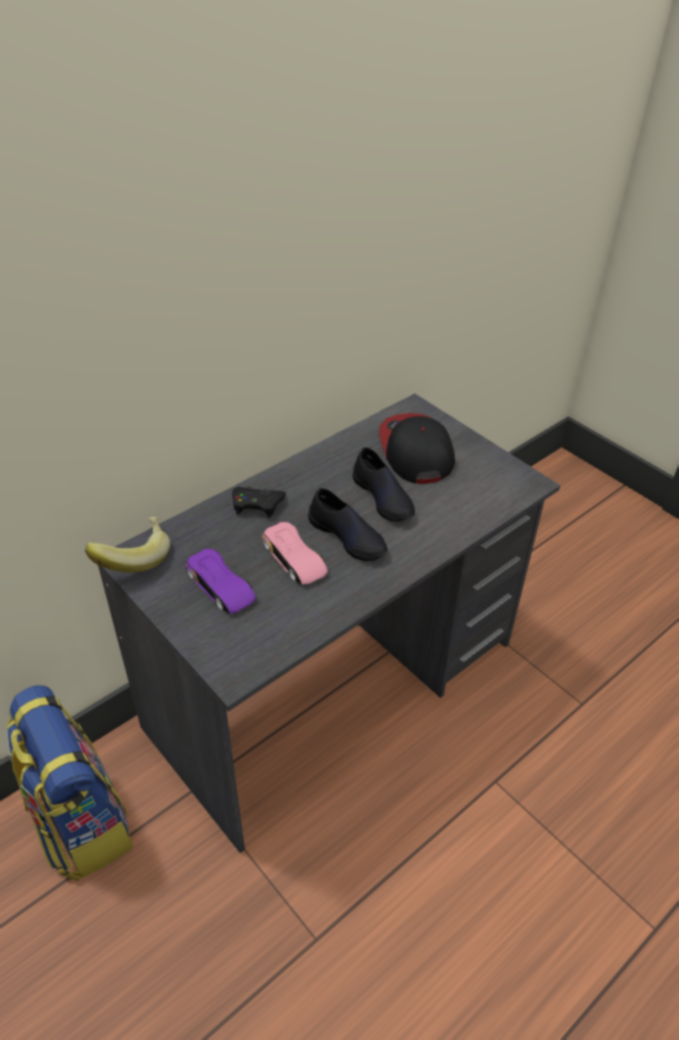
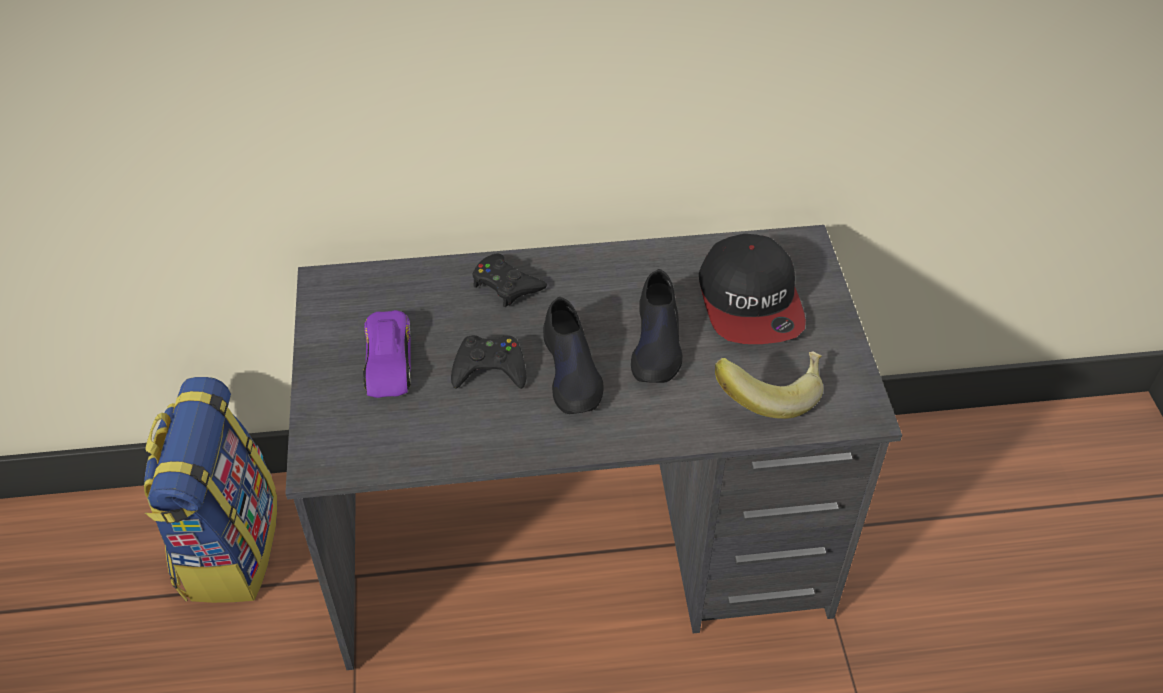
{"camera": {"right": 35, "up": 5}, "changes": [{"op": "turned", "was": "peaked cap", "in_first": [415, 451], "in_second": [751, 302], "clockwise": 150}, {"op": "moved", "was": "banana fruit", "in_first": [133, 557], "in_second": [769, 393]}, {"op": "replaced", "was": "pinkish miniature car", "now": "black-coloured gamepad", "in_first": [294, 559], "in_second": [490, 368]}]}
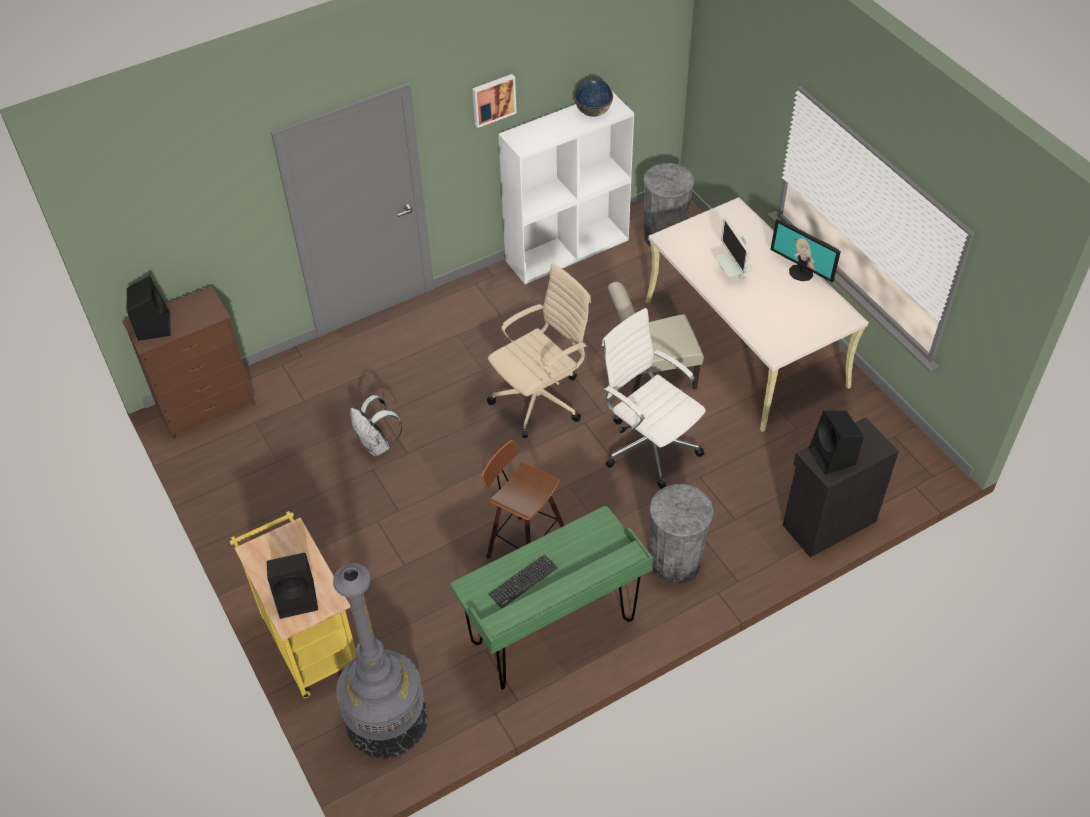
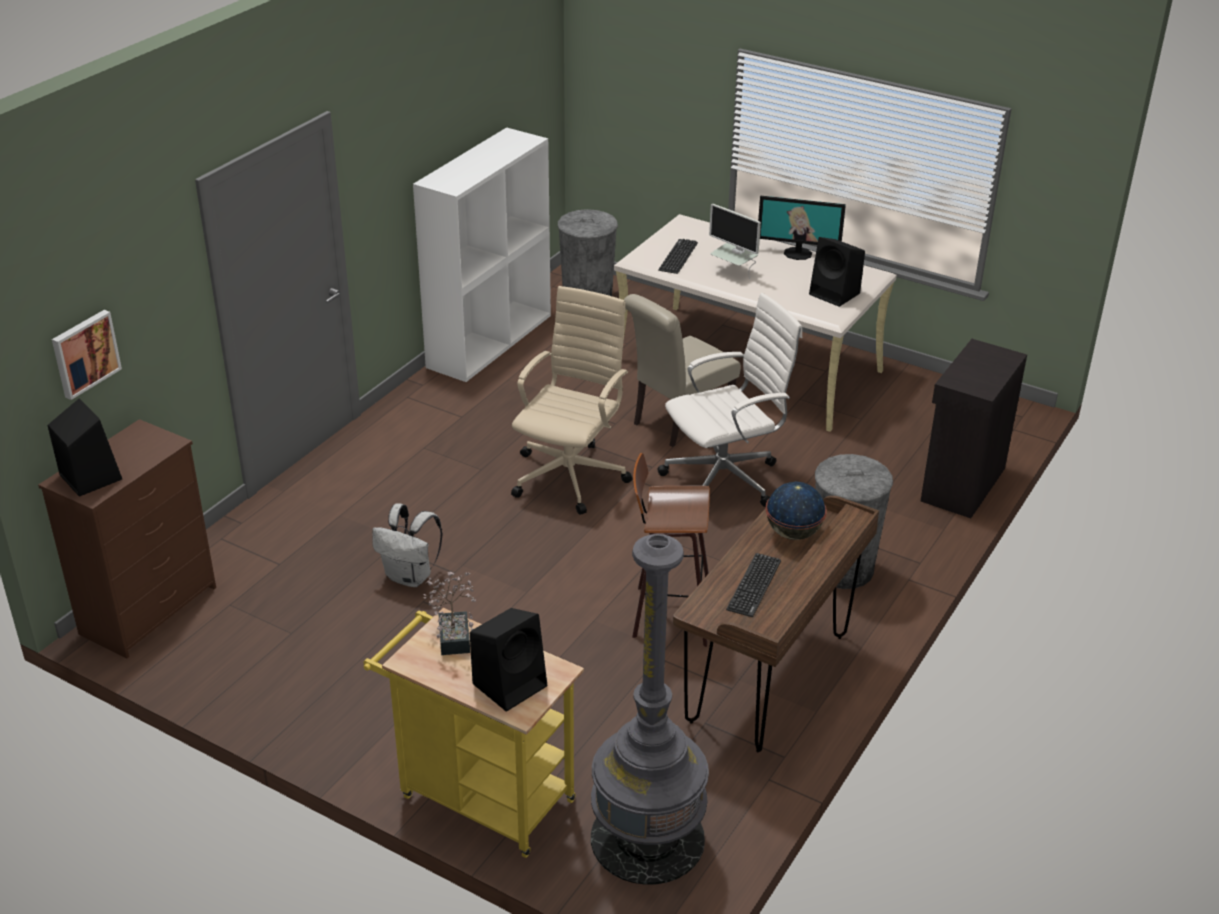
{"camera": {"right": -30, "up": -15}, "changes": [{"op": "moved", "was": "wall art", "in_first": [493, 99], "in_second": [84, 353]}, {"op": "moved", "was": "world globe", "in_first": [593, 112], "in_second": [793, 533]}, {"op": "turned", "was": "white-coloured office chair", "in_first": [649, 445], "in_second": [725, 479], "clockwise": 135}, {"op": "moved", "was": "black-coloured audio speaker", "in_first": [833, 457], "in_second": [835, 294]}, {"op": "recoloured", "was": "green desk", "now": "brownish desk", "in_first": [553, 633], "in_second": [769, 679]}, {"op": "added", "now": "keyboard", "in_second": [678, 257]}, {"op": "added", "now": "potted plant", "in_second": [455, 635]}]}
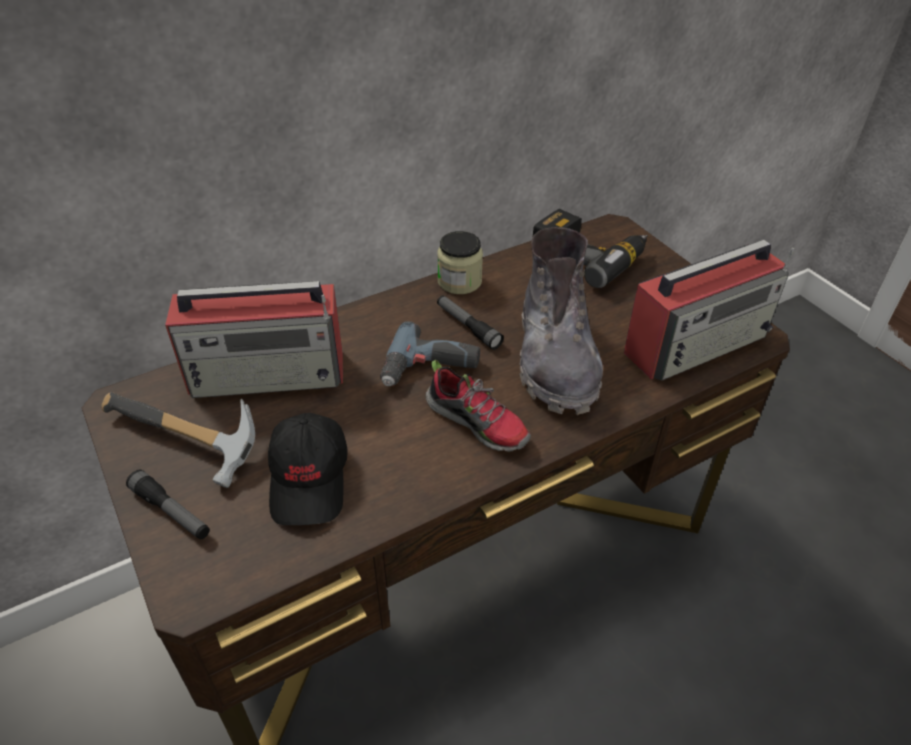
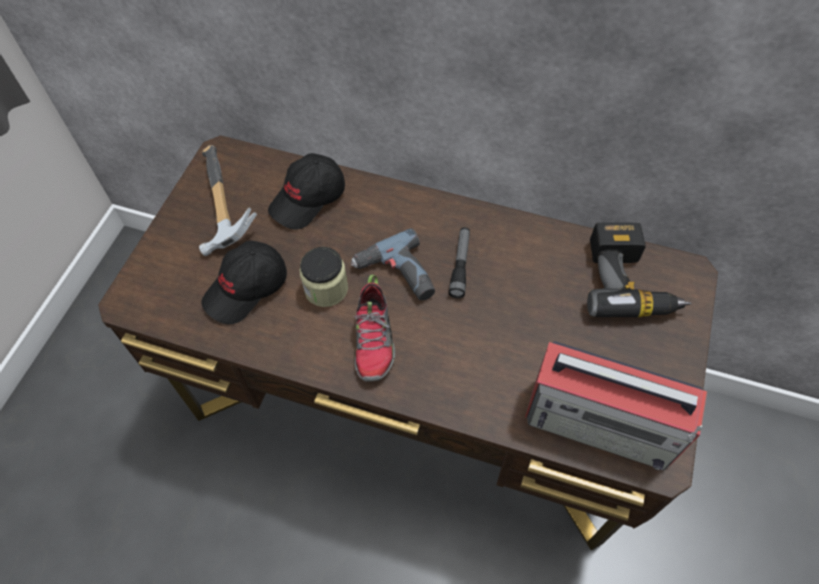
{"camera": {"right": 50, "up": 15}, "changes": [{"op": "removed", "was": "greyish high-top boot", "in_first": [555, 359]}, {"op": "moved", "was": "preserve jar", "in_first": [459, 281], "in_second": [326, 289]}, {"op": "replaced", "was": "radio set", "now": "black-coloured peaked cap", "in_first": [270, 374], "in_second": [308, 199]}, {"op": "removed", "was": "torch", "in_first": [171, 512]}]}
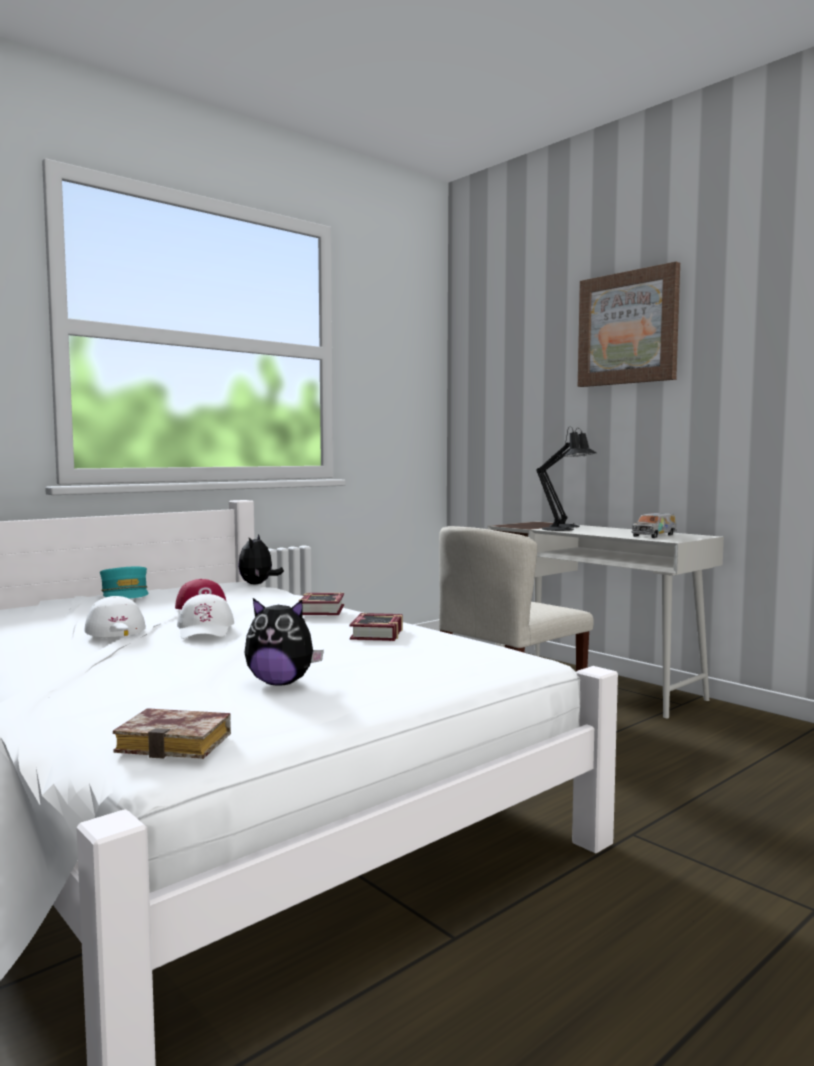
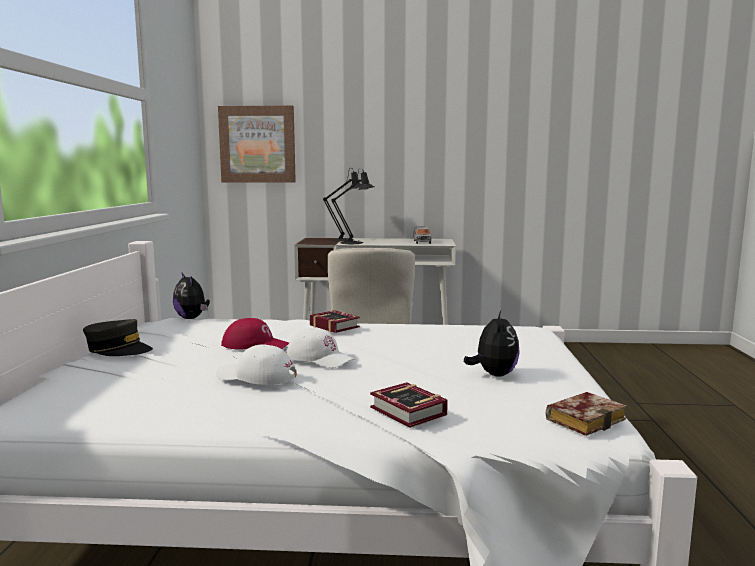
{"camera": {"right": -45, "up": 5}, "changes": [{"op": "moved", "was": "wall art", "in_first": [628, 328], "in_second": [257, 144]}, {"op": "recoloured", "was": "turquoise peaked cap", "now": "greyish peaked cap", "in_first": [125, 594], "in_second": [118, 349]}, {"op": "turned", "was": "cuddly toy", "in_first": [281, 683], "in_second": [494, 374], "clockwise": -45}, {"op": "moved", "was": "book", "in_first": [374, 634], "in_second": [408, 413]}]}
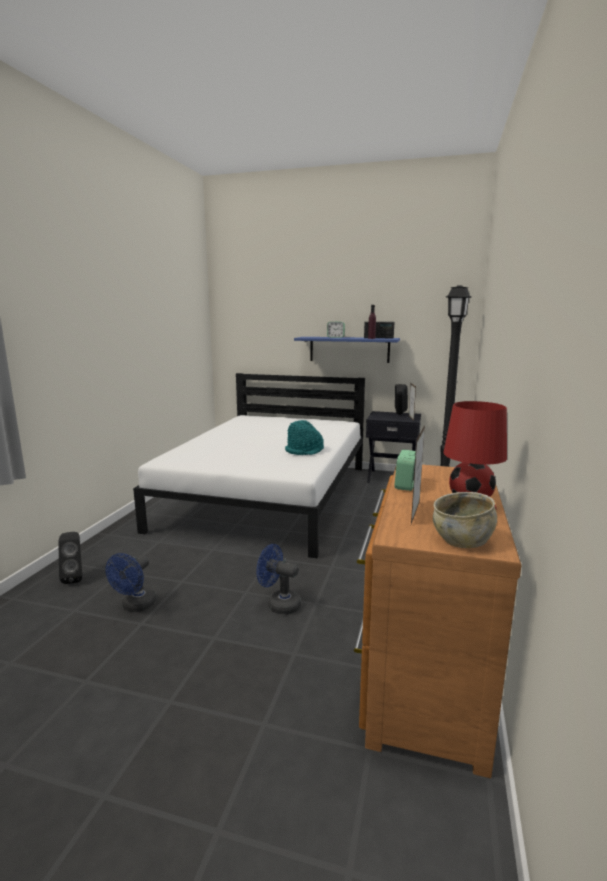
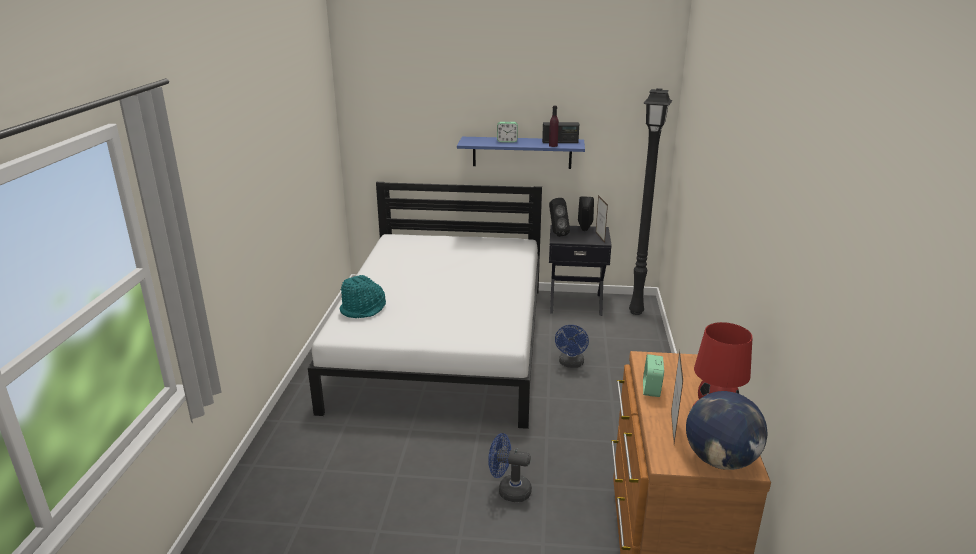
{"camera": {"right": -10, "up": 10}, "changes": [{"op": "moved", "was": "turquoise hat", "in_first": [304, 451], "in_second": [363, 309]}, {"op": "replaced", "was": "beige-coloured serving bowl", "now": "world globe", "in_first": [462, 540], "in_second": [720, 460]}, {"op": "moved", "was": "black-coloured audio speaker", "in_first": [75, 577], "in_second": [556, 234]}, {"op": "moved", "was": "blue-coloured fan", "in_first": [135, 606], "in_second": [571, 364]}]}
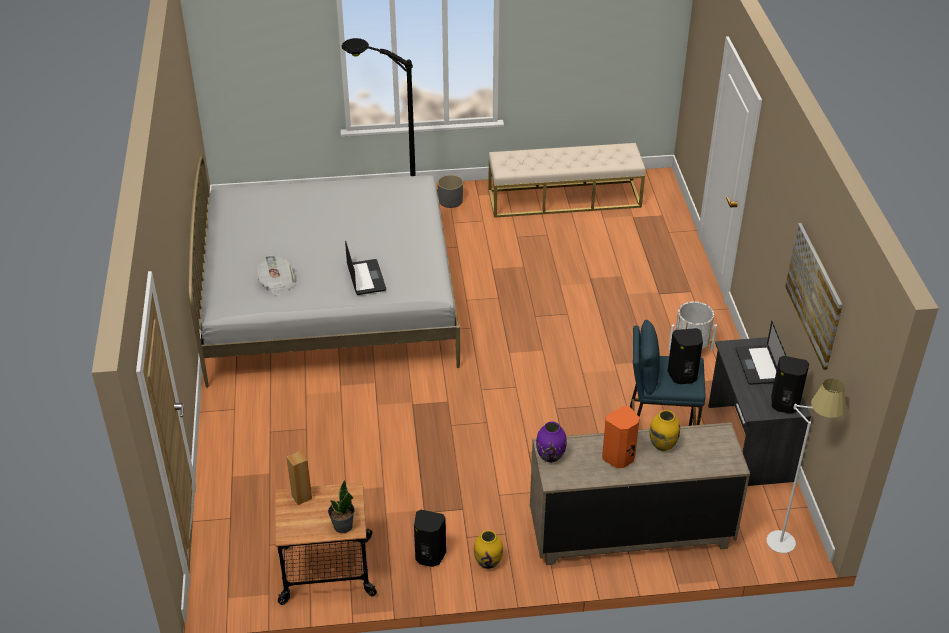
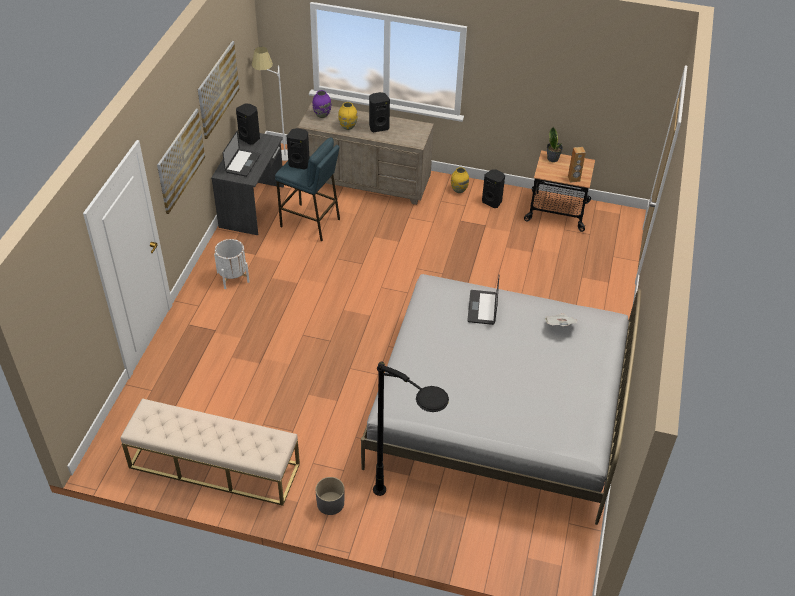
{"camera": {"right": -160, "up": 5}, "changes": [{"op": "recoloured", "was": "orange-coloured audio speaker", "now": "black-coloured audio speaker", "in_first": [619, 458], "in_second": [378, 127]}, {"op": "moved", "was": "purple decorative vase", "in_first": [550, 456], "in_second": [322, 115]}, {"op": "added", "now": "wall art", "in_second": [181, 160]}]}
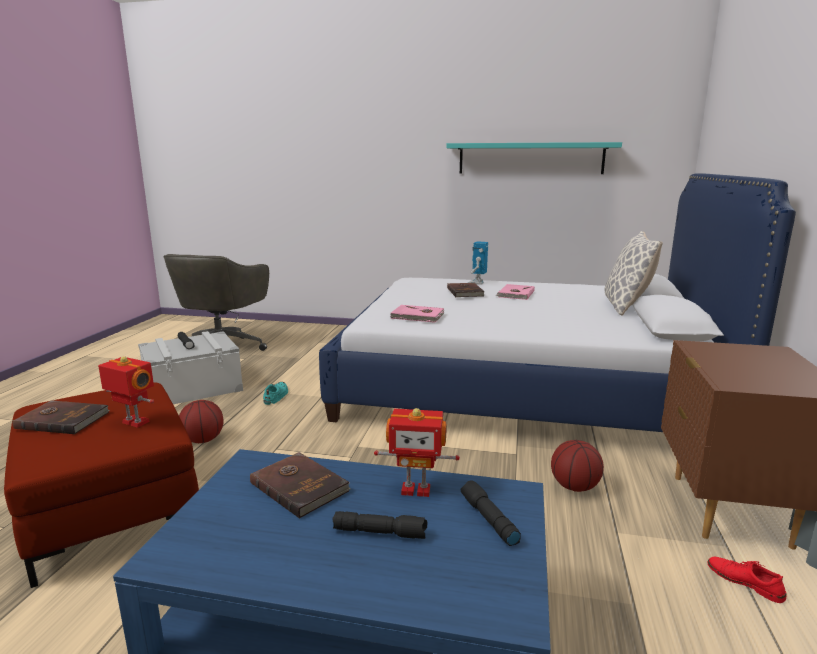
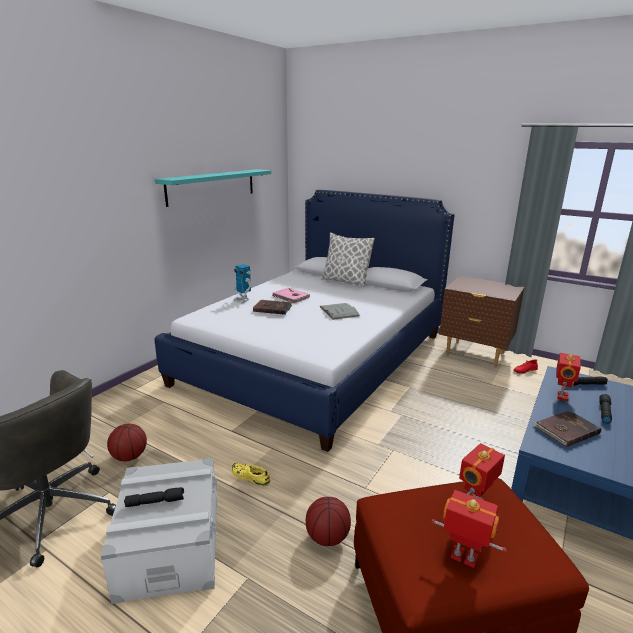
{"camera": {"right": -70, "up": 5}, "changes": [{"op": "removed", "was": "pinkish book", "in_first": [417, 316]}, {"op": "recoloured", "was": "turquoise low shoe", "now": "yellow low shoe", "in_first": [276, 396], "in_second": [250, 476]}, {"op": "replaced", "was": "brownish book", "now": "robot figure", "in_first": [63, 420], "in_second": [463, 558]}, {"op": "moved", "was": "ball for basketball", "in_first": [574, 486], "in_second": [129, 456]}, {"op": "added", "now": "greyish book", "in_second": [339, 311]}]}
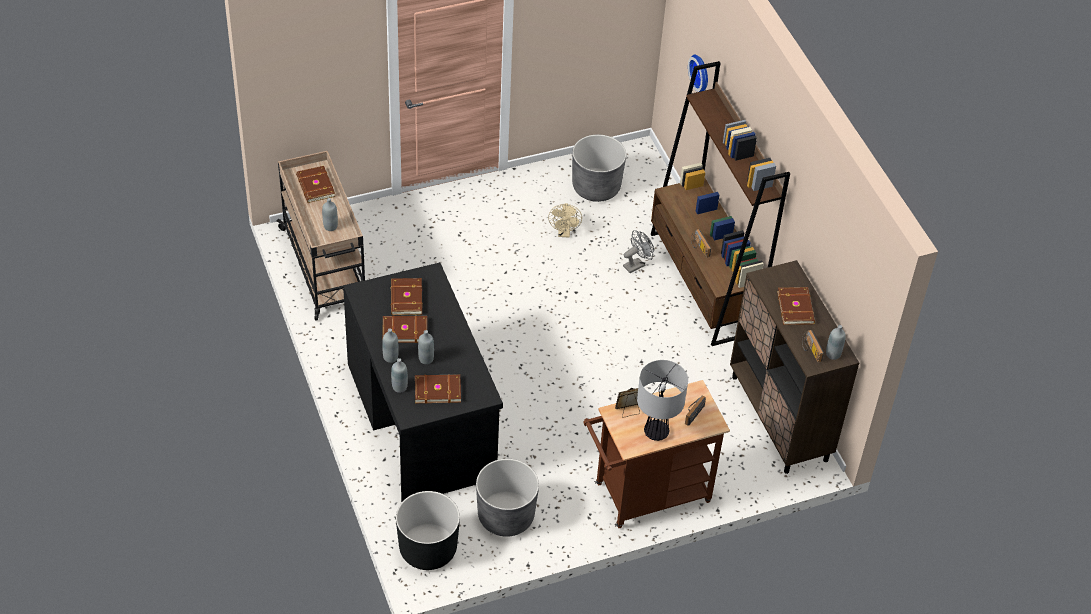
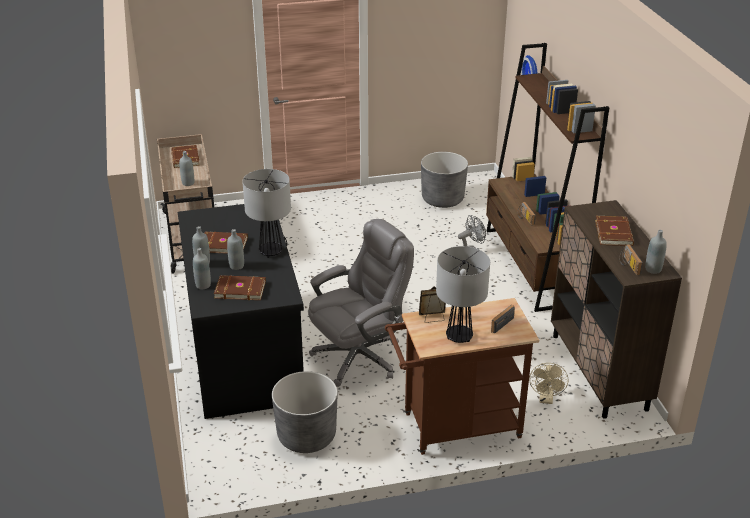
{"camera": {"right": 10, "up": -15}, "changes": [{"op": "moved", "was": "beige-coloured fan", "in_first": [564, 233], "in_second": [546, 399]}, {"op": "removed", "was": "brownish book", "in_first": [405, 298]}, {"op": "removed", "was": "black-coloured plant pot", "in_first": [428, 549]}, {"op": "added", "now": "table lamp", "in_second": [271, 252]}, {"op": "added", "now": "greyish office chair", "in_second": [359, 357]}]}
